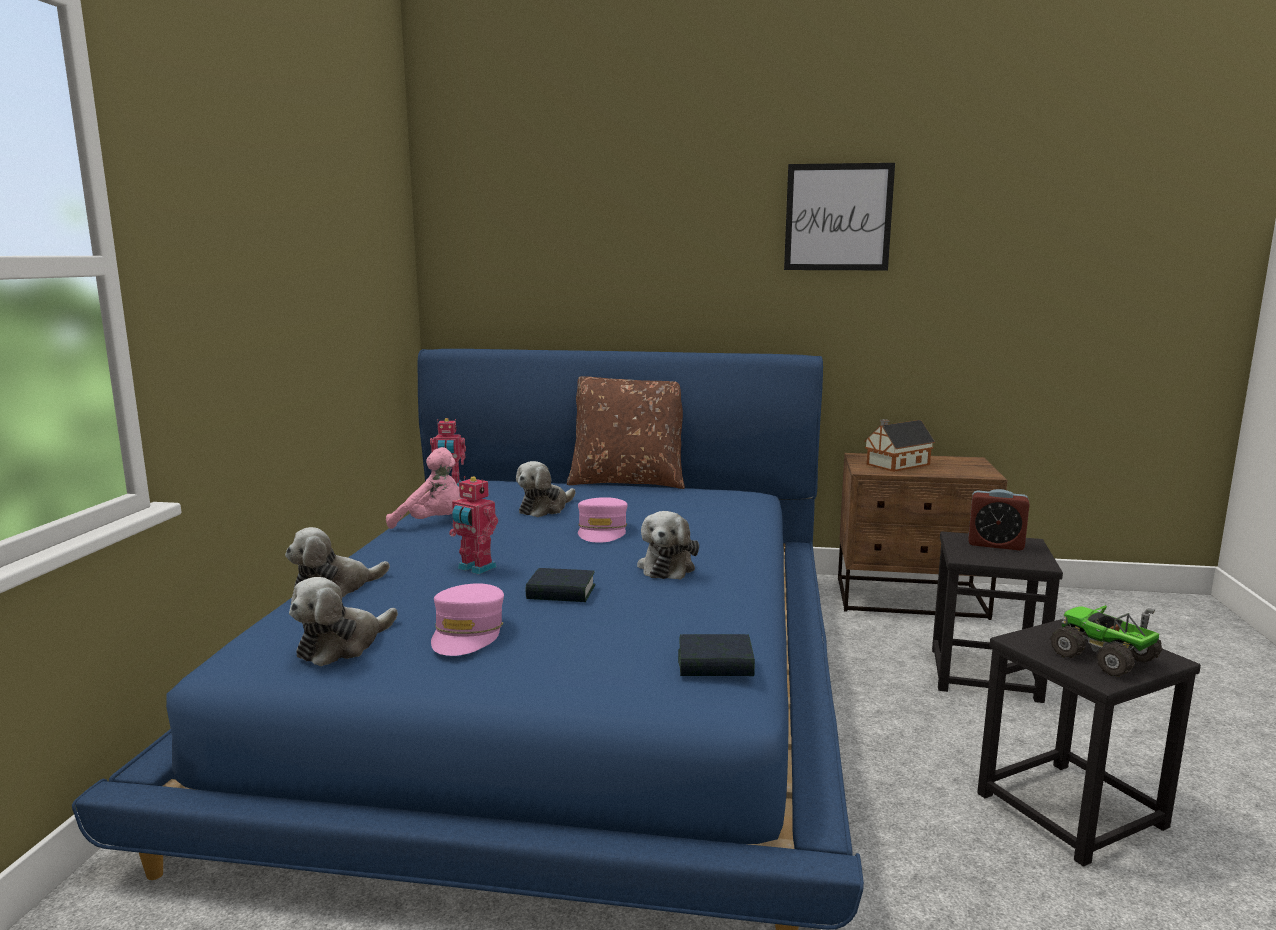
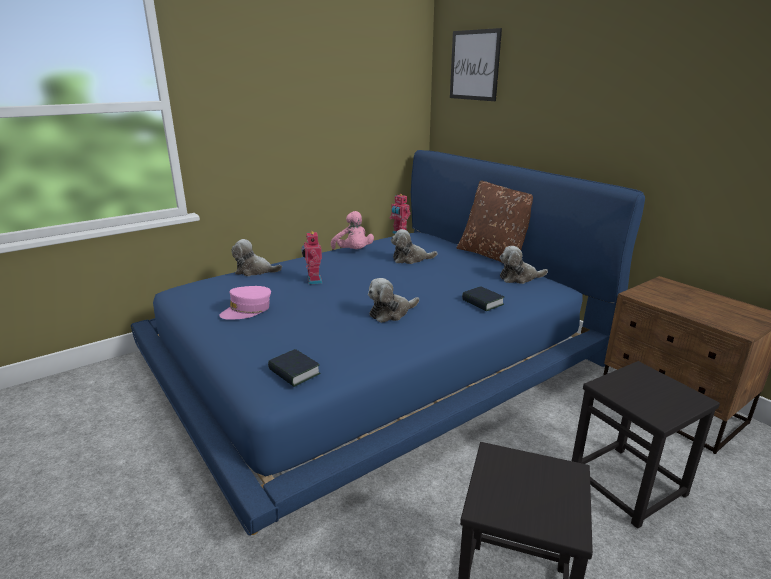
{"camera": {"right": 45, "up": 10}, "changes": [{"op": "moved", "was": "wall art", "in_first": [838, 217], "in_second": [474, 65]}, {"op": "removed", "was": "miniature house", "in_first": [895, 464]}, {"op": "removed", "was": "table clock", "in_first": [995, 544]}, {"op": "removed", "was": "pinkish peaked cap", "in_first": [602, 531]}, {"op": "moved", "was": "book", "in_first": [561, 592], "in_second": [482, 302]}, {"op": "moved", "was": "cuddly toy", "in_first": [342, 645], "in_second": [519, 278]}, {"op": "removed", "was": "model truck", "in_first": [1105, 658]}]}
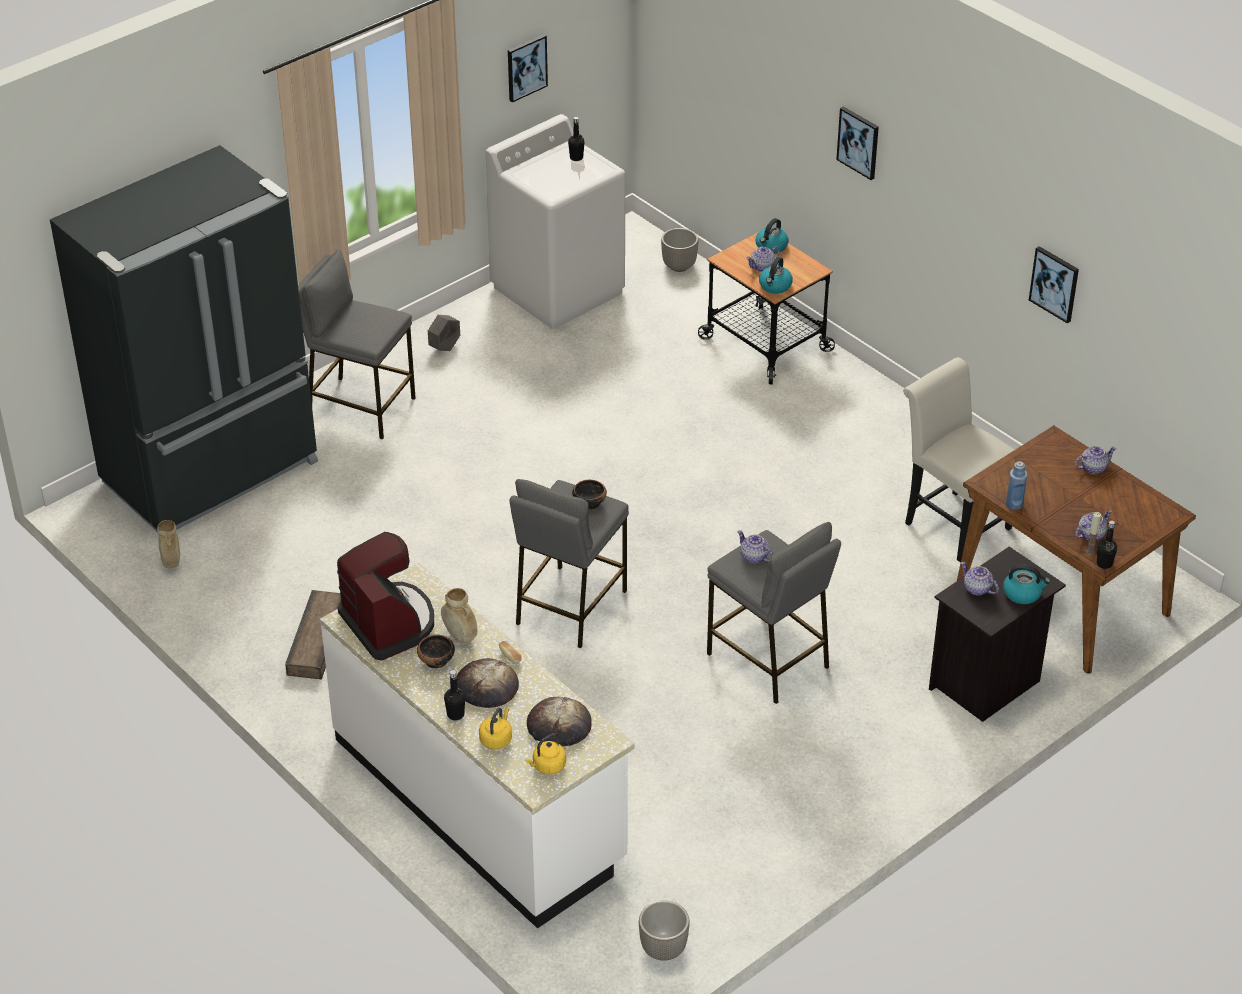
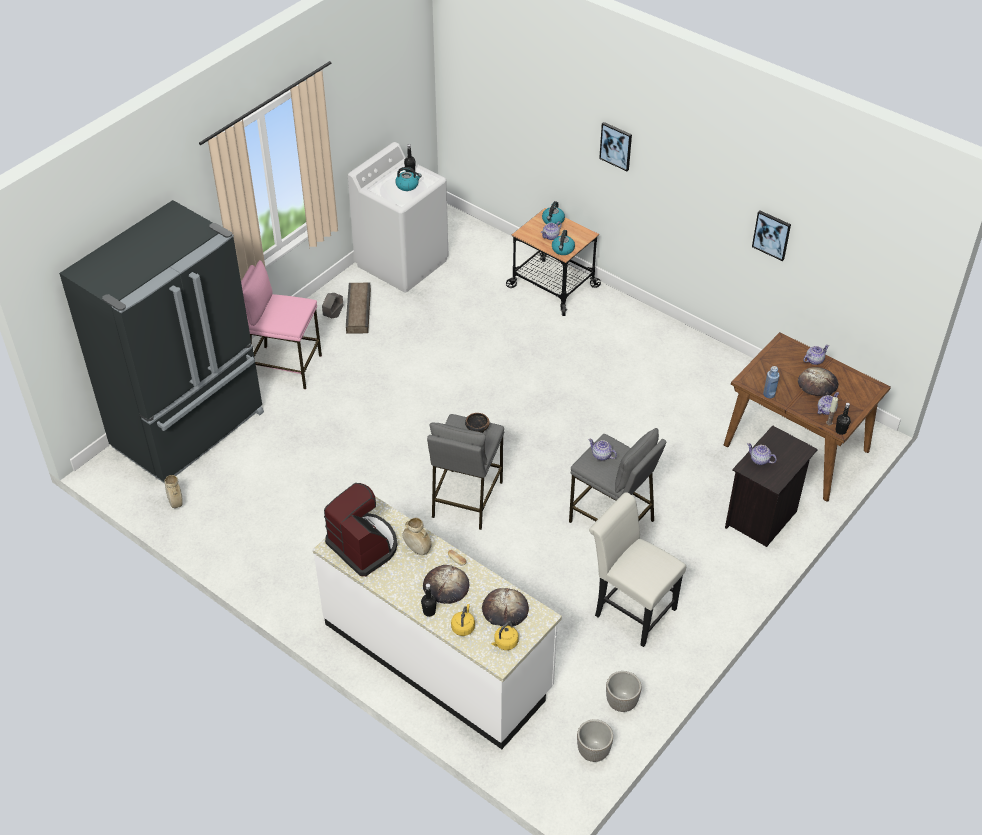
{"camera": {"right": -10, "up": 5}, "changes": [{"op": "removed", "was": "wall art", "in_first": [526, 67]}, {"op": "moved", "was": "plant pot", "in_first": [678, 266], "in_second": [621, 703]}, {"op": "recoloured", "was": "greyish stool", "now": "pinkish stool", "in_first": [361, 407], "in_second": [285, 366]}, {"op": "moved", "was": "white-coloured plain chair", "in_first": [952, 522], "in_second": [630, 609]}, {"op": "moved", "was": "water kettle", "in_first": [1023, 593], "in_second": [407, 185]}, {"op": "moved", "was": "shipping crate", "in_first": [315, 639], "in_second": [357, 311]}, {"op": "removed", "was": "serving bowl", "in_first": [436, 660]}, {"op": "added", "now": "bread", "in_second": [817, 384]}]}
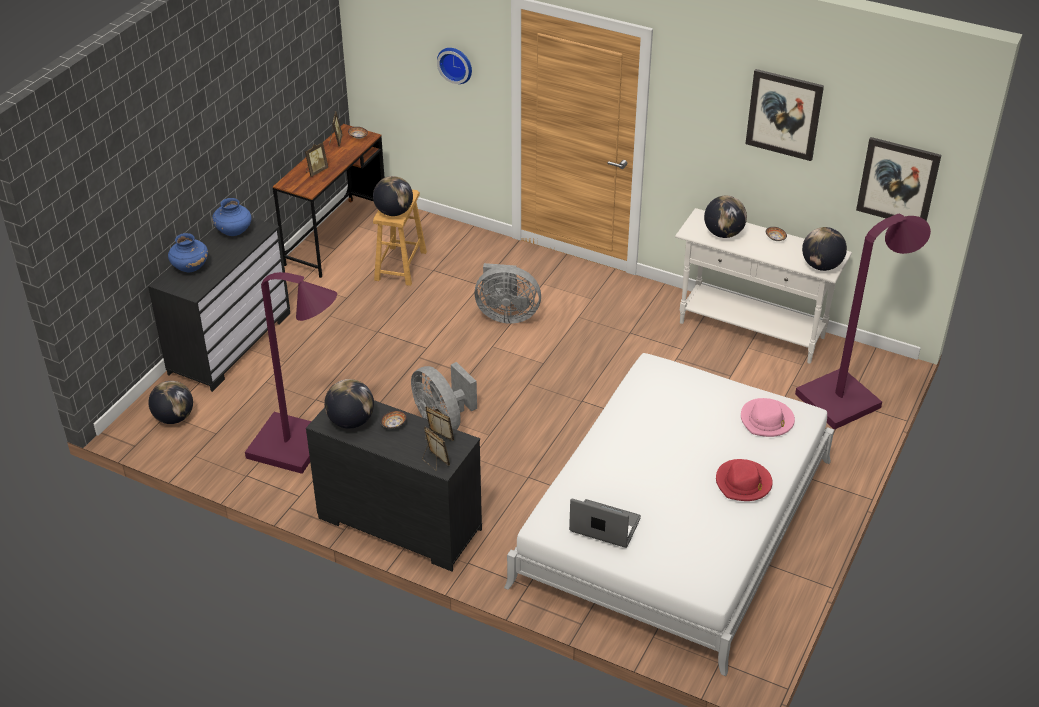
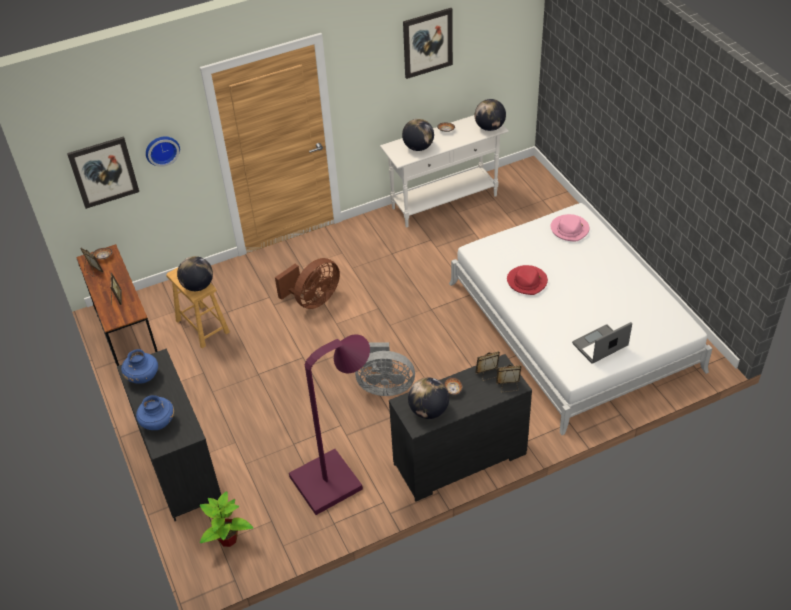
{"camera": {"right": -50, "up": 5}, "changes": [{"op": "moved", "was": "wall art", "in_first": [898, 182], "in_second": [103, 172]}, {"op": "removed", "was": "purple floor lamp", "in_first": [847, 396]}, {"op": "recoloured", "was": "greyish fan", "now": "brownish fan", "in_first": [506, 315], "in_second": [313, 300]}, {"op": "replaced", "was": "world globe", "now": "potted plant", "in_first": [174, 418], "in_second": [228, 539]}, {"op": "moved", "was": "reddish hat", "in_first": [743, 483], "in_second": [527, 281]}]}
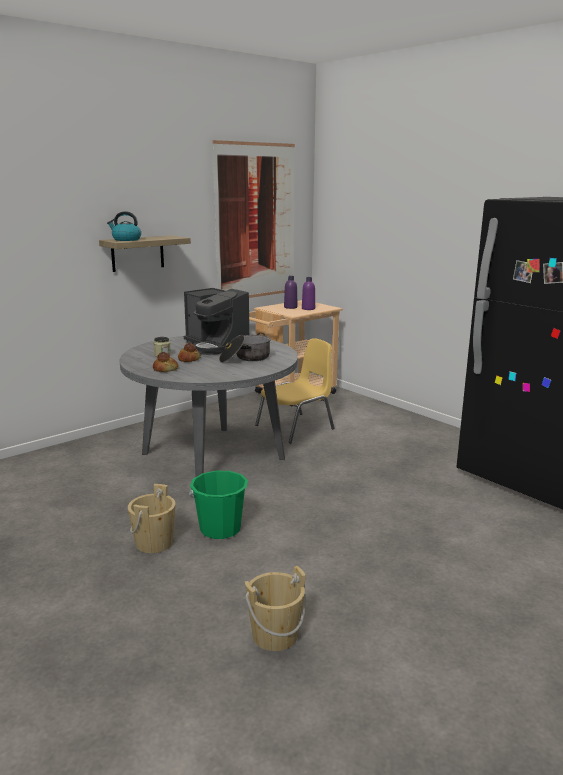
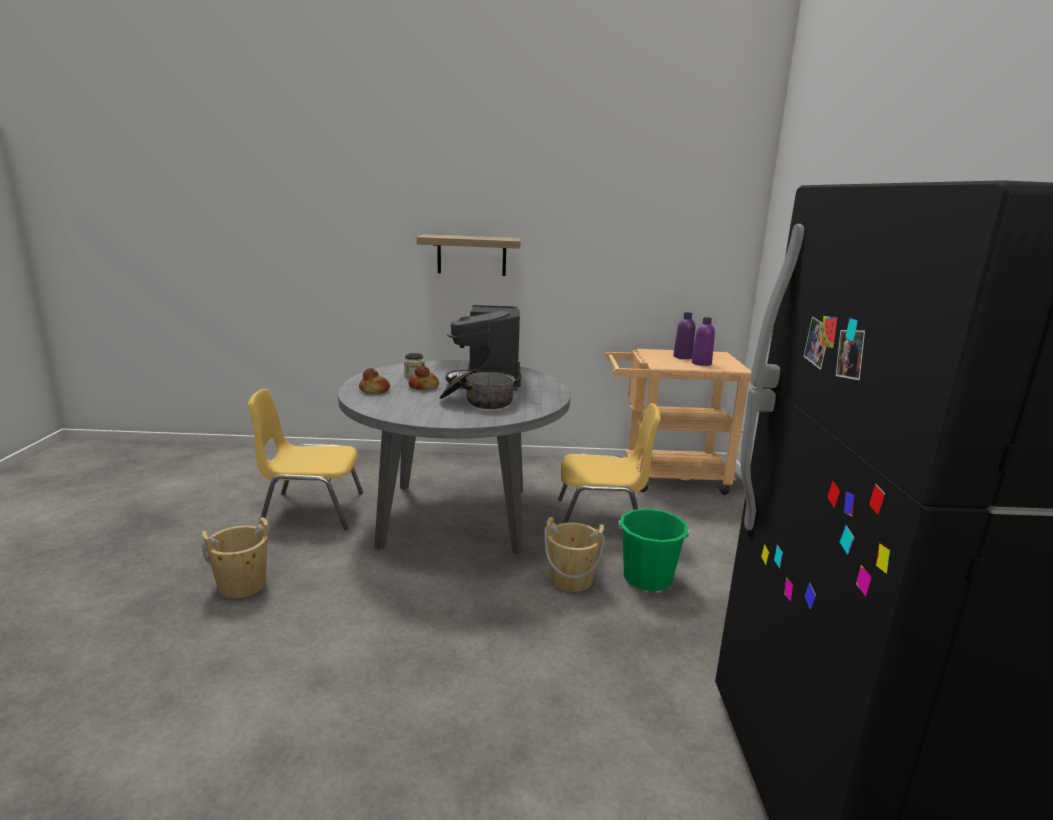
{"camera": {"right": 40, "up": 0}, "changes": [{"op": "removed", "was": "wall art", "in_first": [255, 222]}, {"op": "removed", "was": "water kettle", "in_first": [126, 239]}, {"op": "moved", "was": "green bucket", "in_first": [220, 529], "in_second": [647, 578]}, {"op": "moved", "was": "beige-coloured bucket", "in_first": [275, 635], "in_second": [571, 579]}, {"op": "added", "now": "yellow plain chair", "in_second": [311, 510]}]}
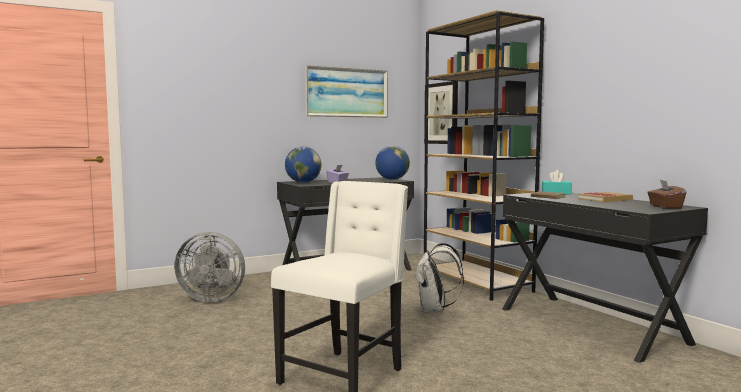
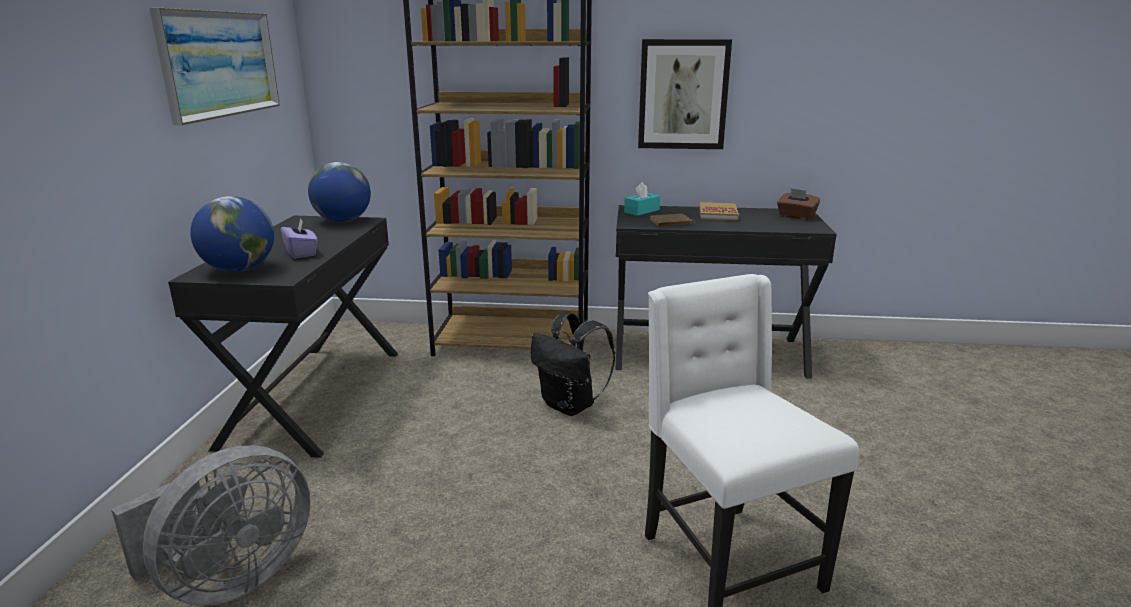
{"camera": {"right": -55, "up": 15}, "changes": [{"op": "moved", "was": "wall art", "in_first": [441, 113], "in_second": [683, 95]}, {"op": "recoloured", "was": "white-coloured rucksack", "now": "black-coloured rucksack", "in_first": [435, 310], "in_second": [570, 406]}]}
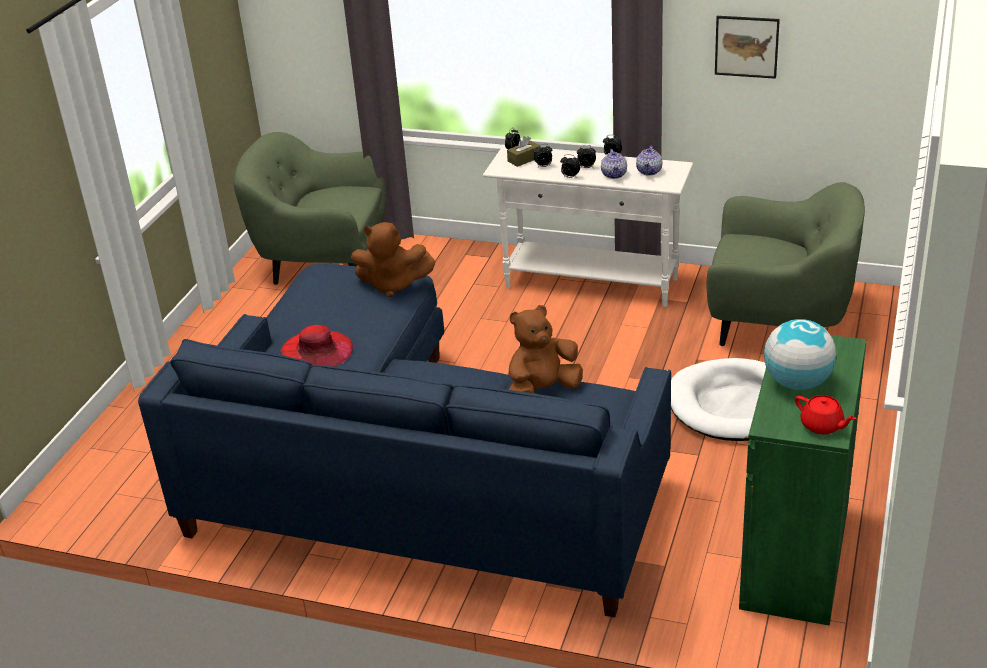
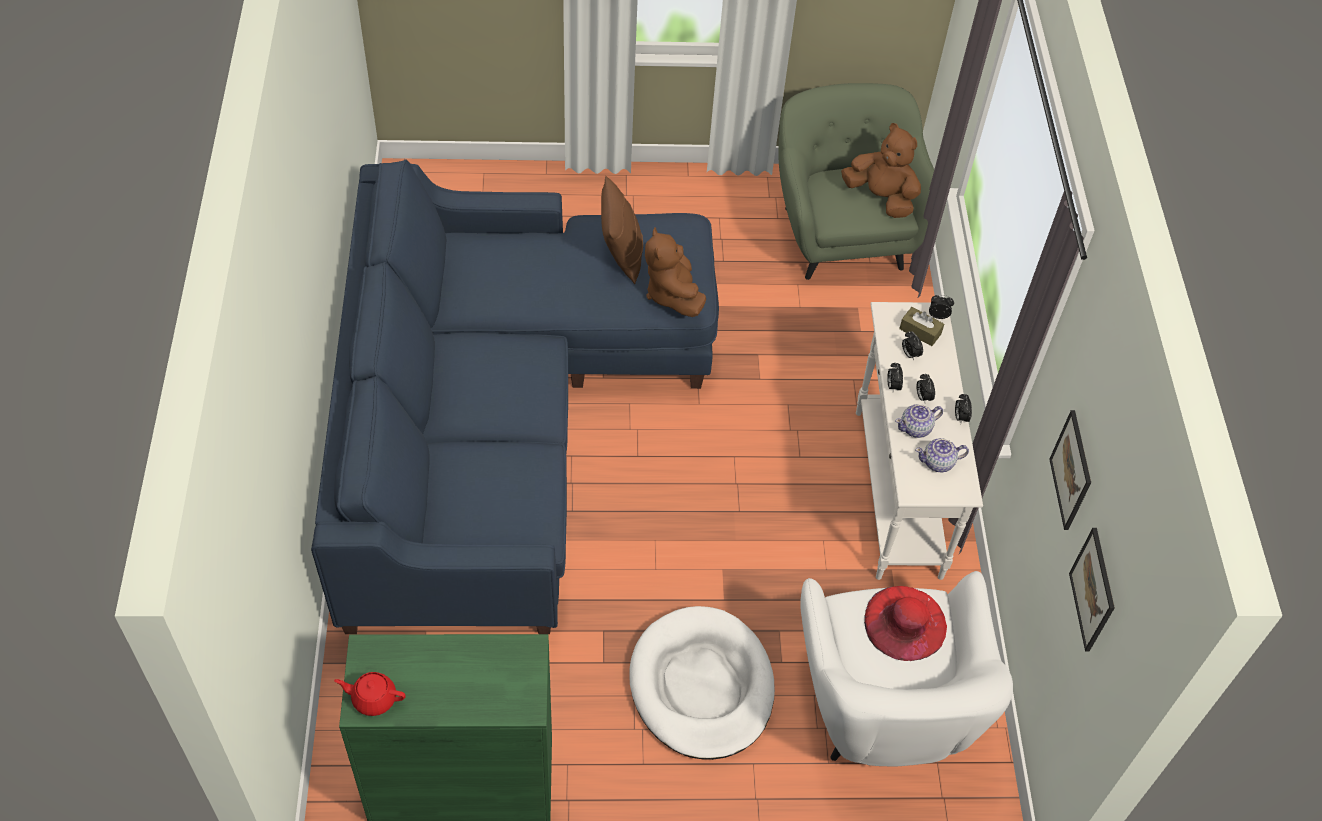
{"camera": {"right": 65, "up": 20}, "changes": [{"op": "recoloured", "was": "green easy chair", "now": "white-coloured easy chair", "in_first": [778, 323], "in_second": [884, 706]}, {"op": "moved", "was": "brownish cuddly toy", "in_first": [542, 391], "in_second": [881, 197]}, {"op": "removed", "was": "world globe", "in_first": [797, 383]}, {"op": "moved", "was": "reddish hat", "in_first": [316, 350], "in_second": [905, 623]}, {"op": "turned", "was": "reddish pot for tea", "in_first": [822, 426], "in_second": [373, 698], "clockwise": 75}, {"op": "added", "now": "brownish pillow", "in_second": [621, 254]}, {"op": "added", "now": "wall art", "in_second": [1093, 589]}]}
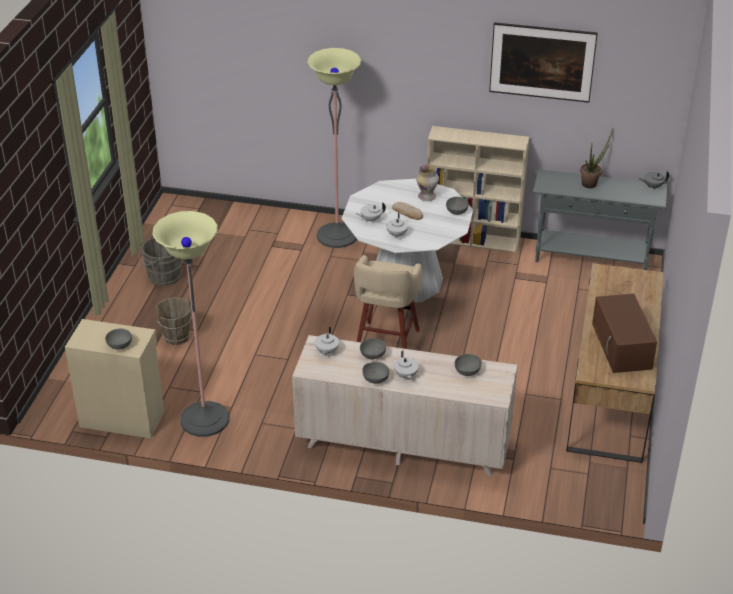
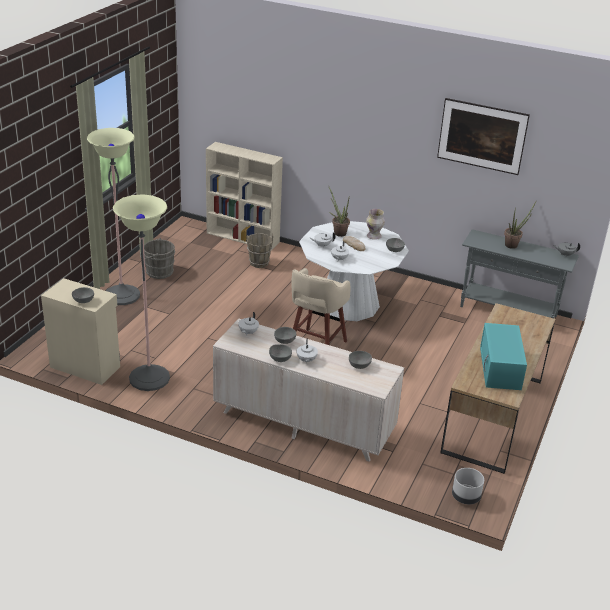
{"camera": {"right": 10, "up": -5}, "changes": [{"op": "moved", "was": "floor lamp", "in_first": [337, 236], "in_second": [122, 295]}, {"op": "moved", "was": "beige-coloured bookshelf", "in_first": [473, 239], "in_second": [243, 238]}, {"op": "recoloured", "was": "brownish microwave", "now": "turquoise microwave", "in_first": [622, 346], "in_second": [500, 368]}, {"op": "moved", "was": "brownish bucket", "in_first": [176, 337], "in_second": [259, 263]}, {"op": "added", "now": "potted plant", "in_second": [338, 232]}, {"op": "added", "now": "greyish plant pot", "in_second": [465, 497]}]}
